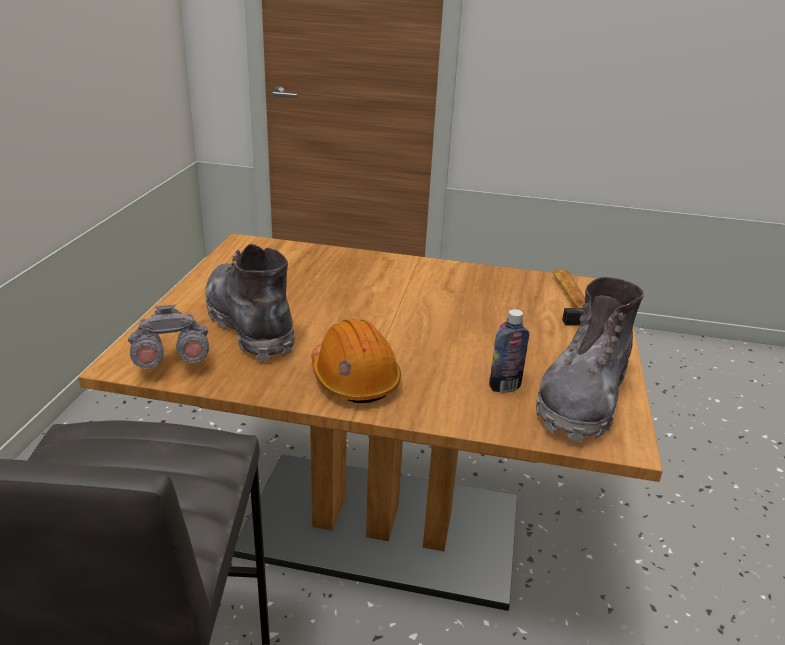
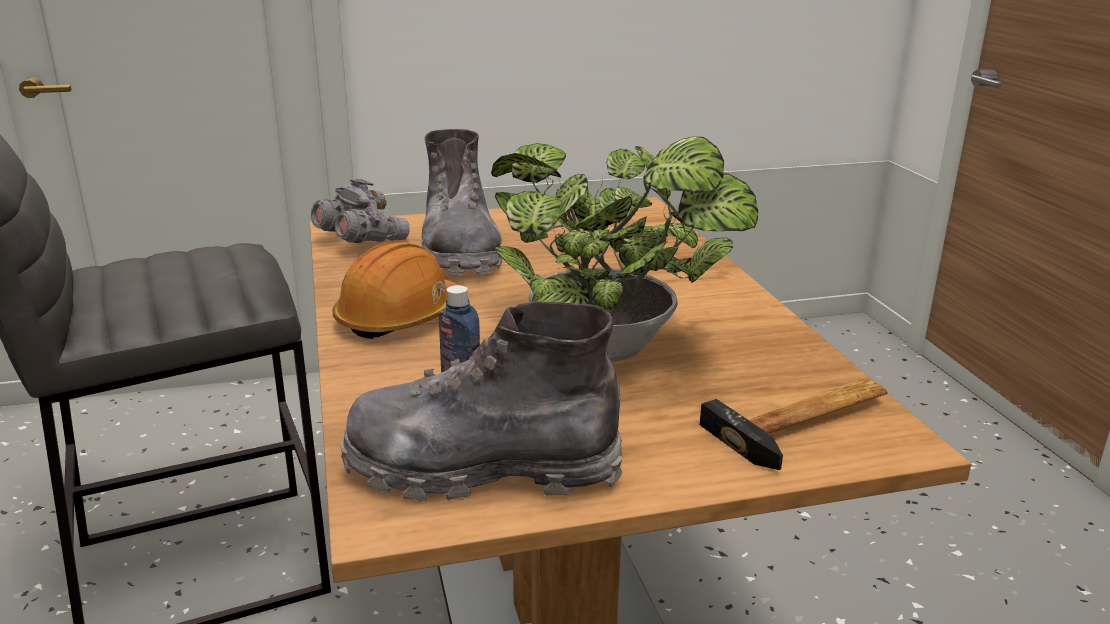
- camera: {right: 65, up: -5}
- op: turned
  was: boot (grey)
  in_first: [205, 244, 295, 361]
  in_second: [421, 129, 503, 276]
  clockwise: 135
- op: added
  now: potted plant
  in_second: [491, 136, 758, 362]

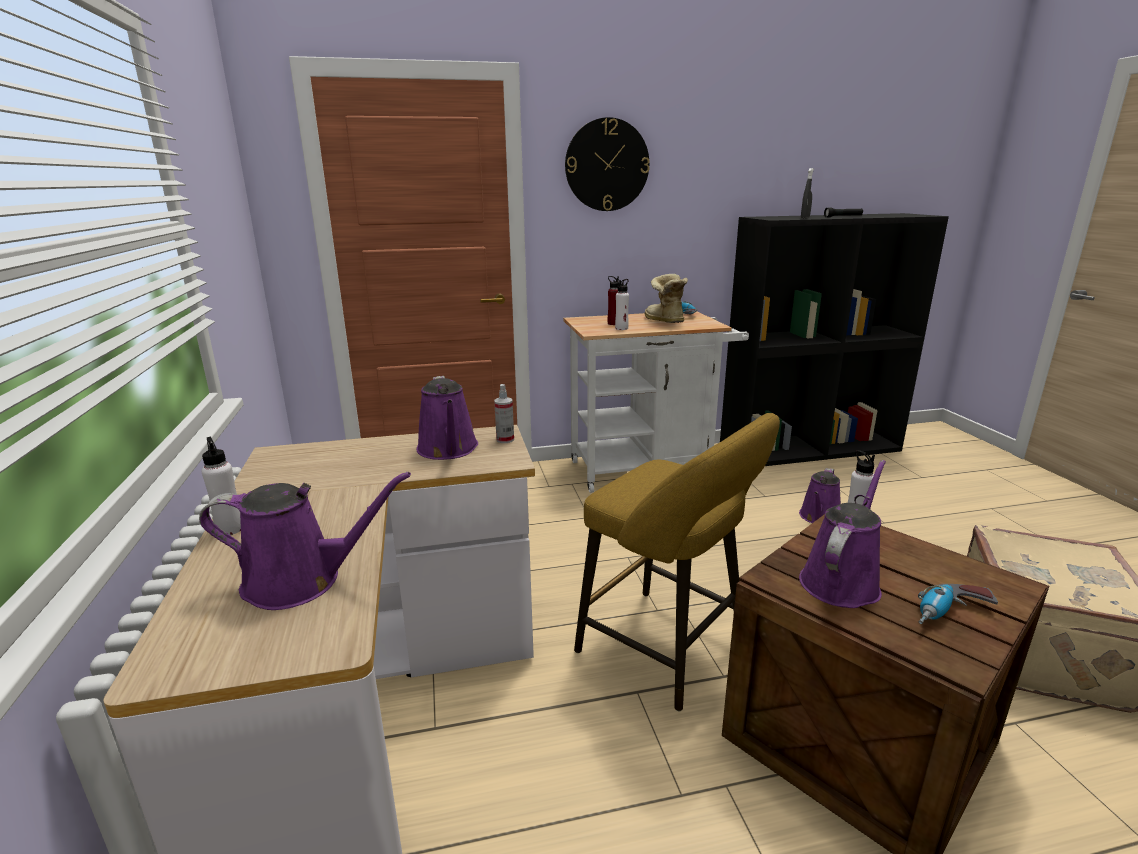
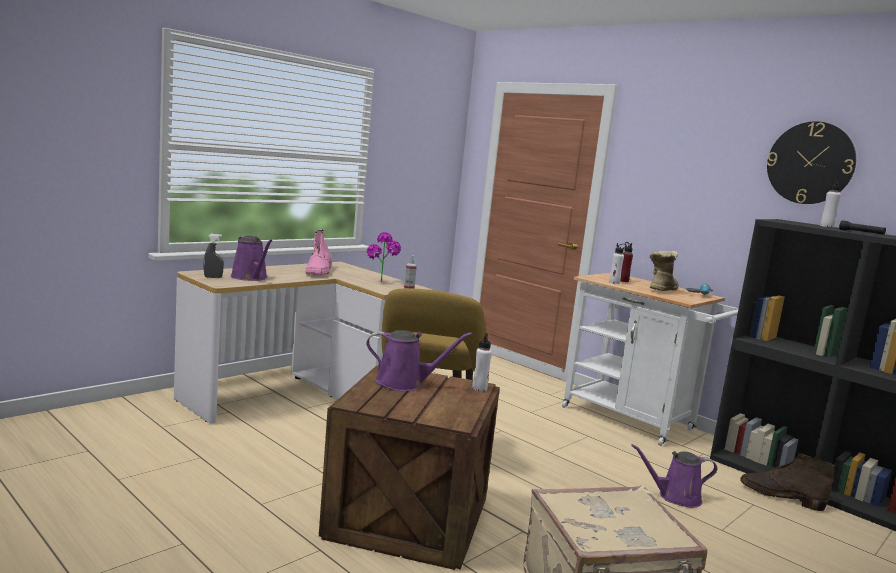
- camera: {right: 55, up: -10}
- op: moved
  was: wall clock
  in_first: [565, 117, 650, 211]
  in_second: [767, 121, 856, 204]
- op: moved
  was: spray bottle (grey)
  in_first: [801, 168, 814, 219]
  in_second: [204, 234, 224, 278]
- op: replaced
  was: watering can (purple)
  now: potted plant
  in_first: [416, 376, 478, 460]
  in_second: [366, 232, 401, 281]
- op: moved
  was: bottle (white)
  in_first: [202, 437, 241, 535]
  in_second: [820, 180, 841, 228]
- op: removed
  was: power drill
  in_first: [918, 584, 998, 624]
- op: added
  now: boot (pink)
  in_second: [306, 229, 332, 275]
- op: added
  now: boot (brown)
  in_second: [740, 453, 835, 511]

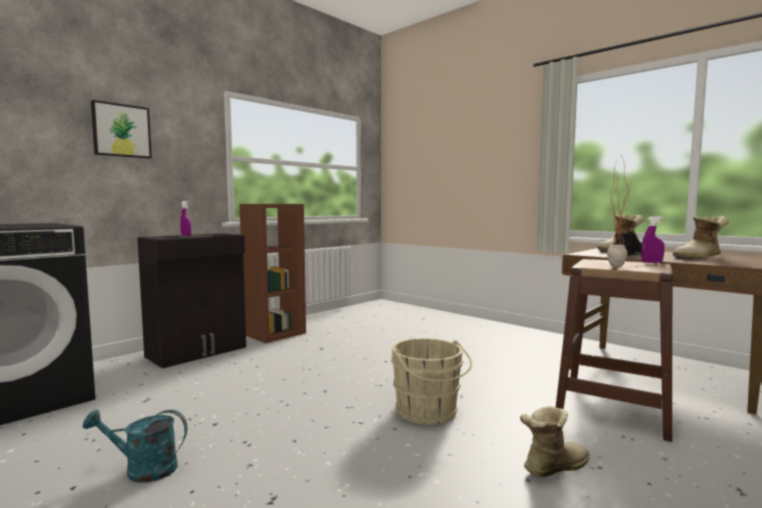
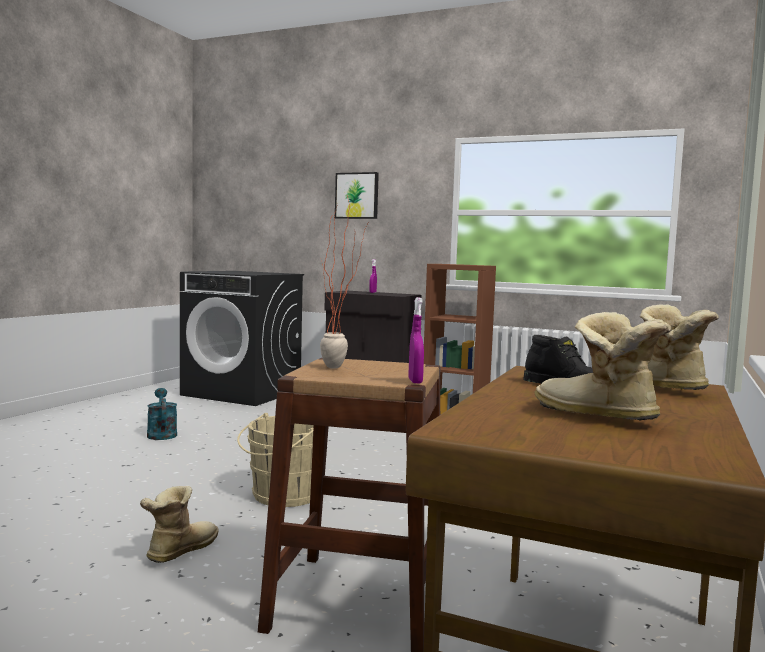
- camera: {right: 70, up: 0}
- op: turned
  was: boot
  in_first: [520, 406, 590, 477]
  in_second: [140, 486, 218, 563]
  clockwise: -105

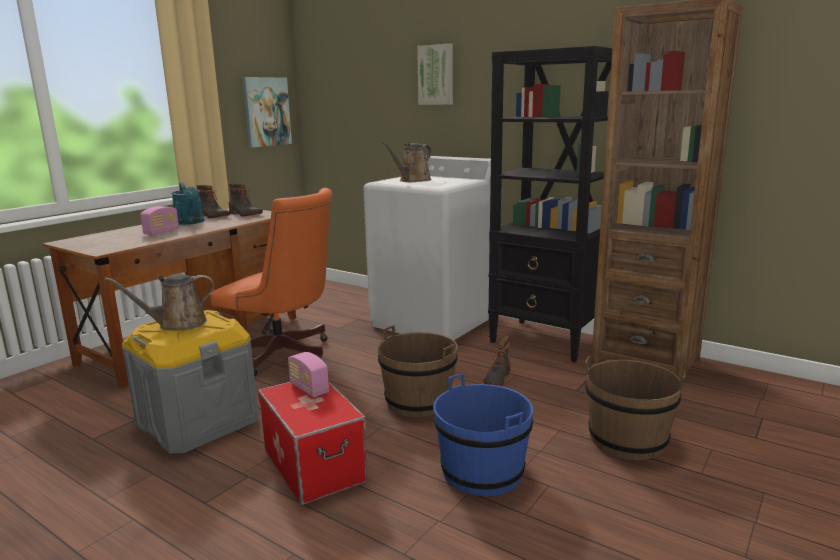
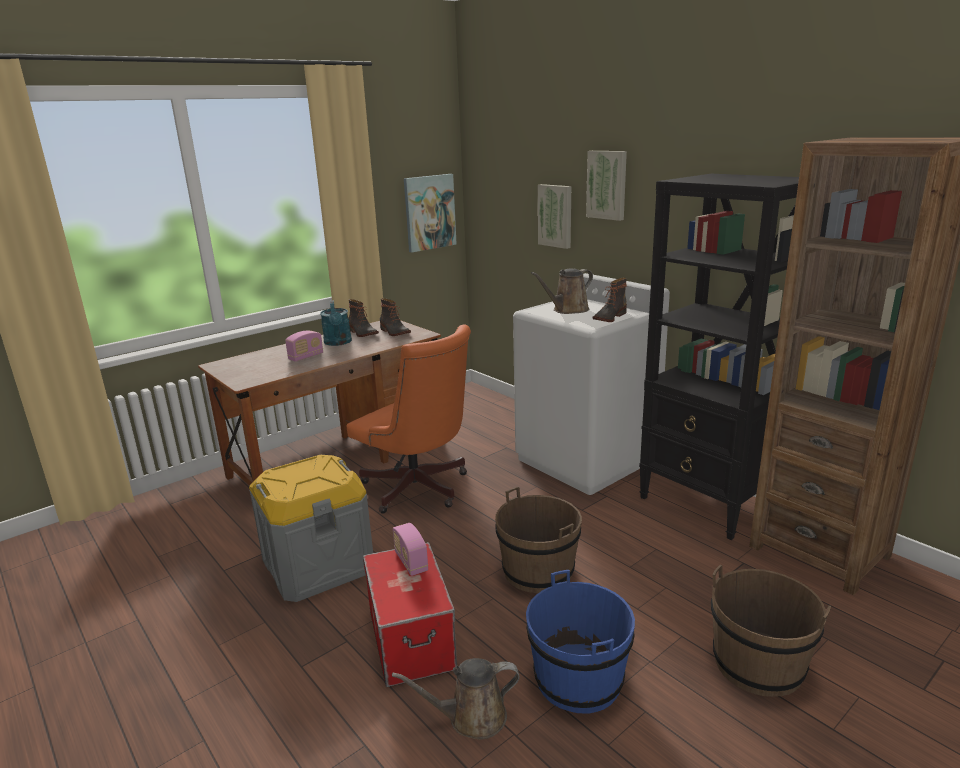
- camera: {right: 15, up: 5}
- op: moved
  was: watering can (brown)
  in_first: [105, 274, 214, 330]
  in_second: [392, 658, 519, 740]
- op: moved
  was: boot
  in_first: [483, 336, 510, 386]
  in_second: [593, 278, 627, 322]
- op: added
  now: picture
  in_second: [538, 184, 571, 249]

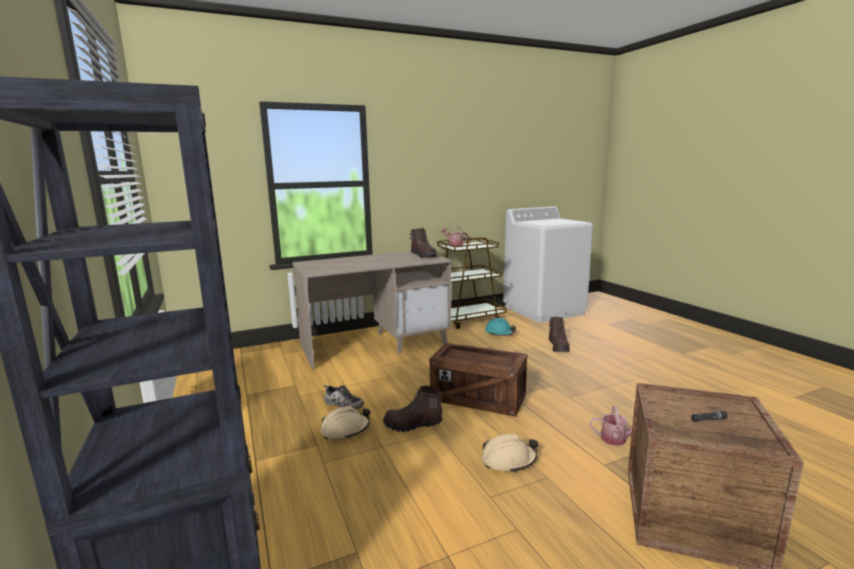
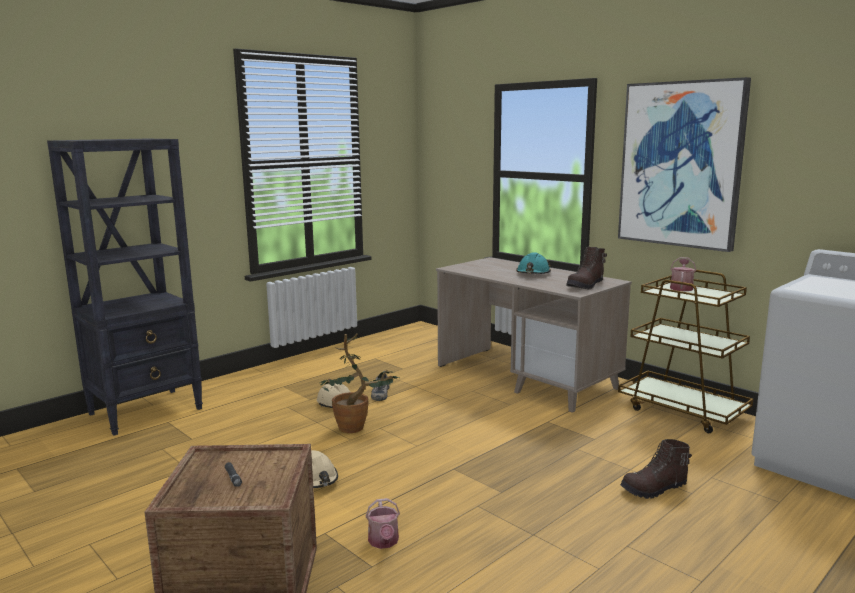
- camera: {right: 70, up: 0}
- op: moved
  was: hard hat (turquoise)
  in_first: [485, 318, 516, 336]
  in_second: [516, 252, 551, 274]
- op: removed
  was: crate
  in_first: [430, 343, 527, 417]
- op: replaced
  was: boot (brown)
  now: potted plant
  in_first: [383, 386, 443, 432]
  in_second: [320, 334, 399, 433]
- op: added
  now: picture
  in_second: [618, 77, 751, 252]

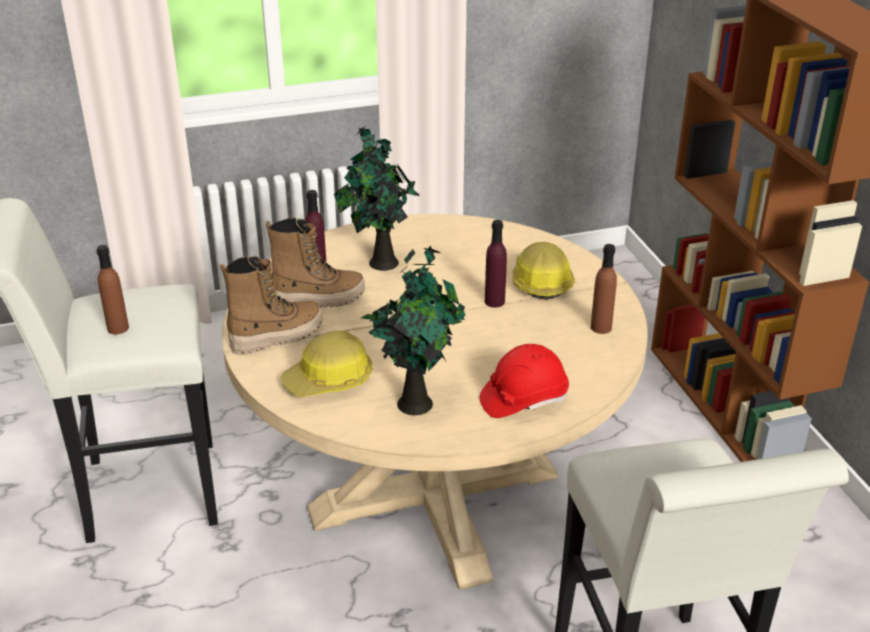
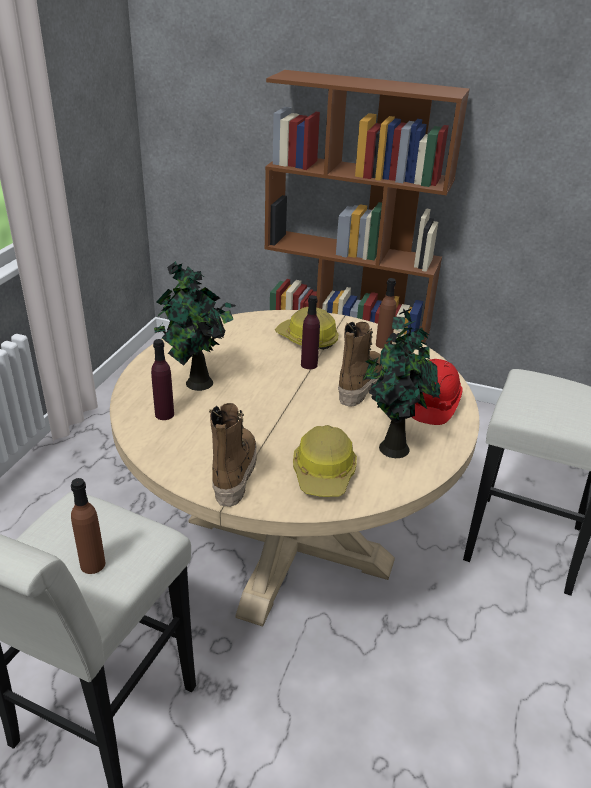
- camera: {right: -55, up: 0}
- op: moved
  was: boot
  in_first: [266, 218, 365, 307]
  in_second: [338, 322, 383, 406]

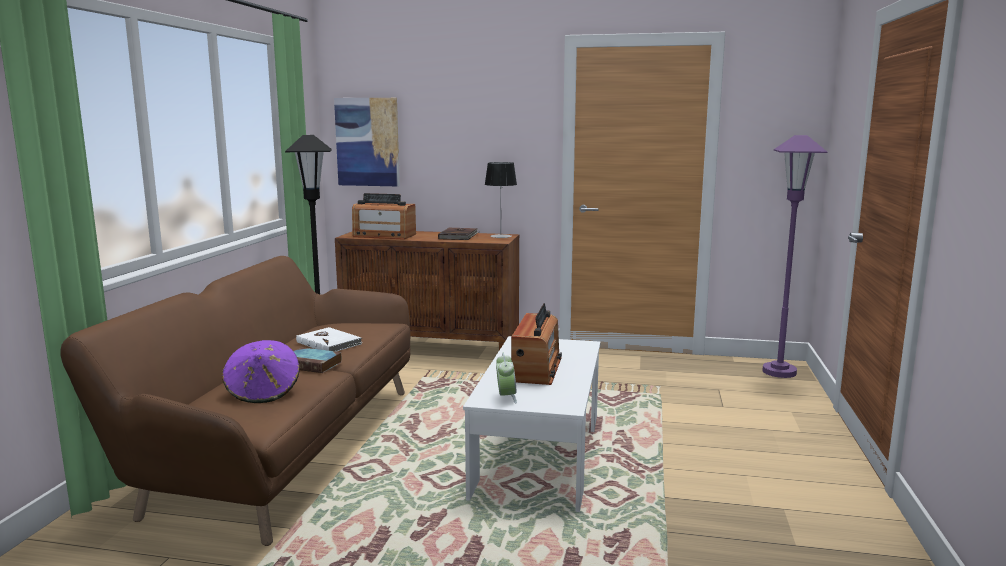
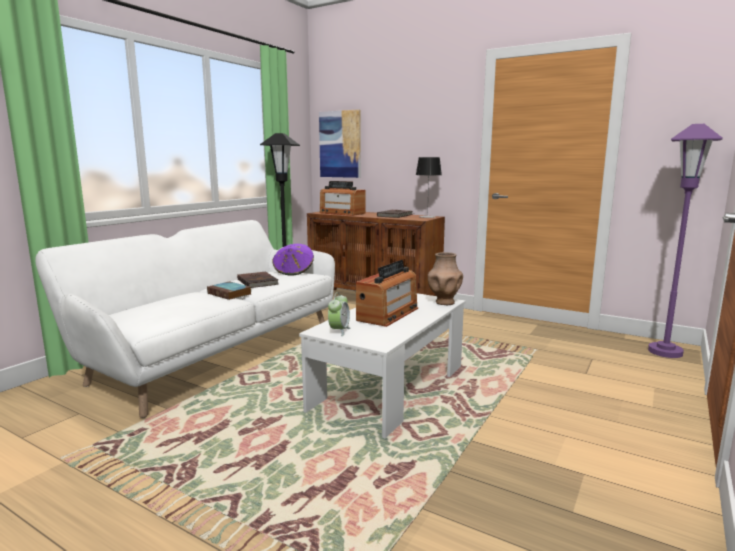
- camera: {right: 20, up: 0}
- op: recoloured
  was: sofa (brown)
  now: sofa (white)
  in_first: [60, 256, 410, 546]
  in_second: [35, 220, 335, 418]
- op: recoloured
  was: book (white)
  now: book (brown)
  in_first: [296, 327, 363, 352]
  in_second: [237, 272, 279, 288]
- op: moved
  was: hat (purple)
  in_first: [222, 340, 300, 403]
  in_second: [273, 244, 314, 276]
- op: added
  now: vase (brown)
  in_second: [428, 252, 463, 305]

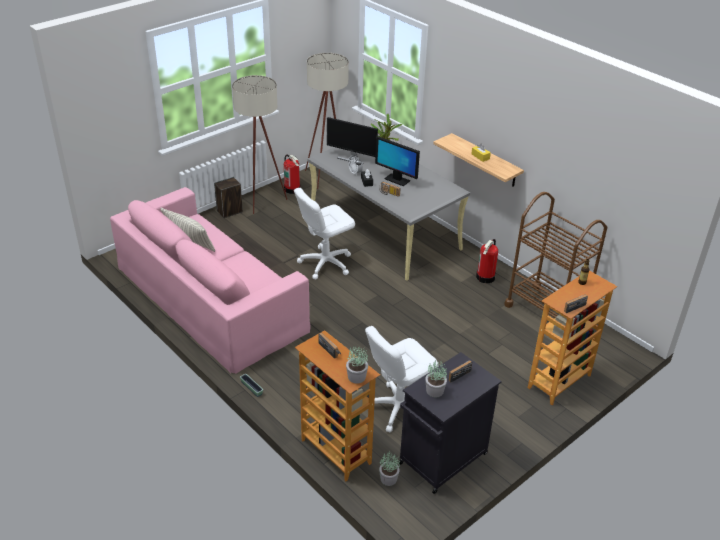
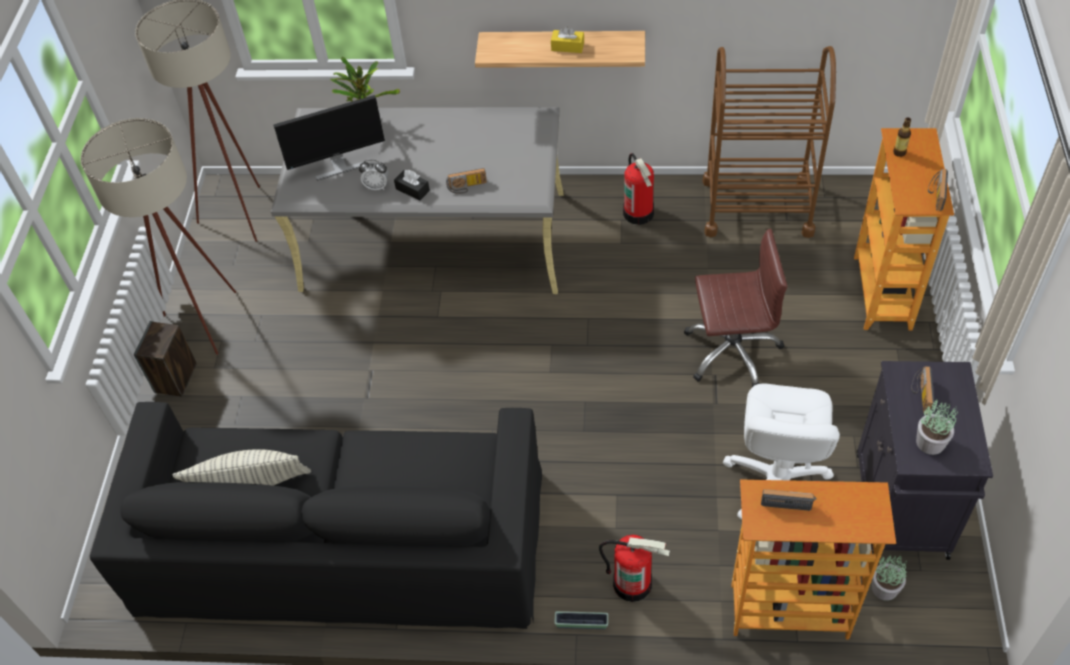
- camera: {right: -40, up: 15}
- op: removed
  was: monitor
  in_first: [375, 137, 420, 186]
- op: moved
  was: fire extinguisher
  in_first: [284, 154, 301, 194]
  in_second: [599, 535, 670, 602]
- op: recoloured
  was: sofa (pink)
  now: sofa (black)
  in_first: [110, 187, 311, 374]
  in_second: [90, 402, 542, 629]
- op: removed
  was: office chair (white)
  in_first: [294, 188, 355, 279]
- op: removed
  was: potted plant
  in_first: [346, 346, 368, 384]
- op: added
  now: office chair (brown)
  in_second: [684, 228, 787, 387]

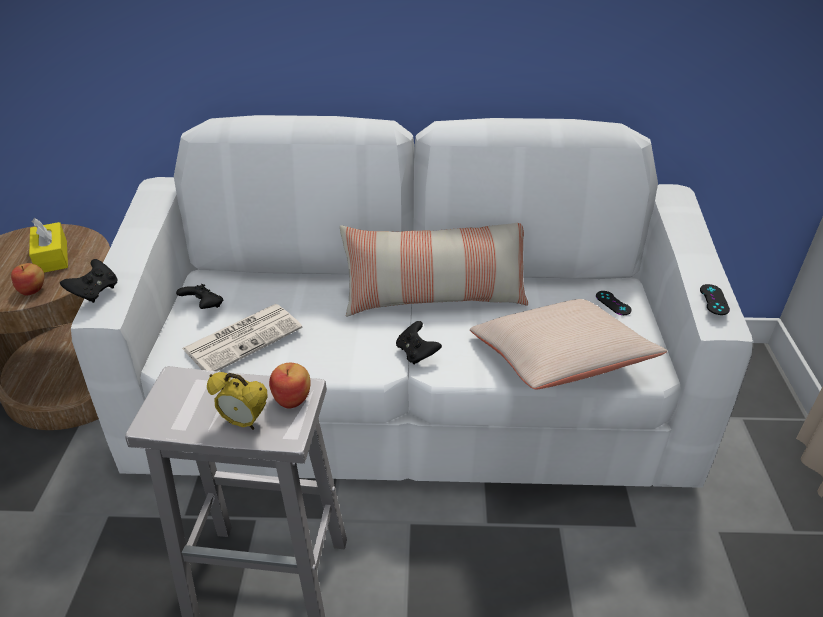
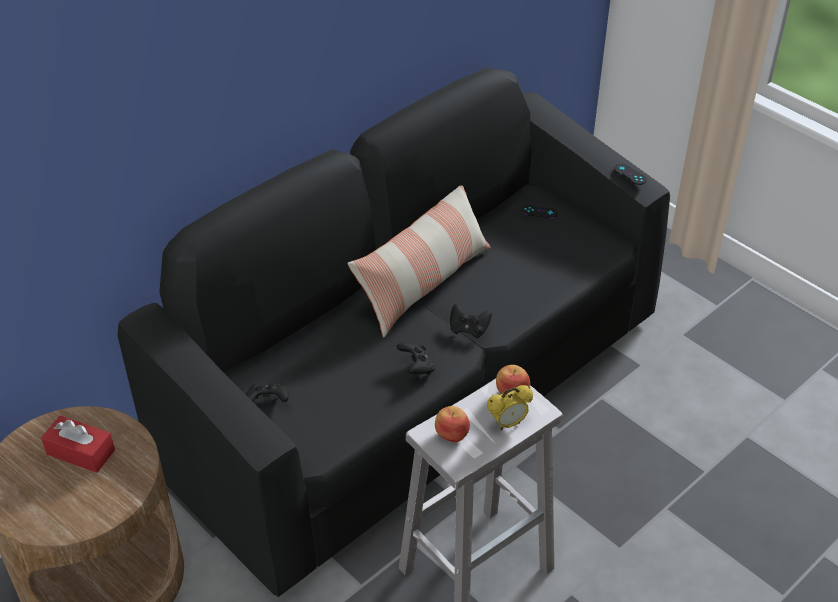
- camera: {right: -45, up: 5}
- op: recoloured
  was: sofa (white)
  now: sofa (black)
  in_first: [71, 115, 753, 488]
  in_second: [118, 68, 670, 597]
- op: recoloured
  was: tissue box (yellow)
  now: tissue box (red)
  in_first: [29, 218, 68, 273]
  in_second: [41, 415, 115, 473]
- op: moved
  was: game controller (black)
  in_first: [60, 259, 117, 303]
  in_second: [397, 343, 435, 374]
- op: moved
  was: apple
  in_first: [11, 263, 45, 295]
  in_second: [435, 406, 470, 442]
- op: removed
  was: pillow (beige)
  in_first: [470, 299, 667, 390]
- op: removed
  was: newspaper
  in_first: [182, 304, 303, 371]

